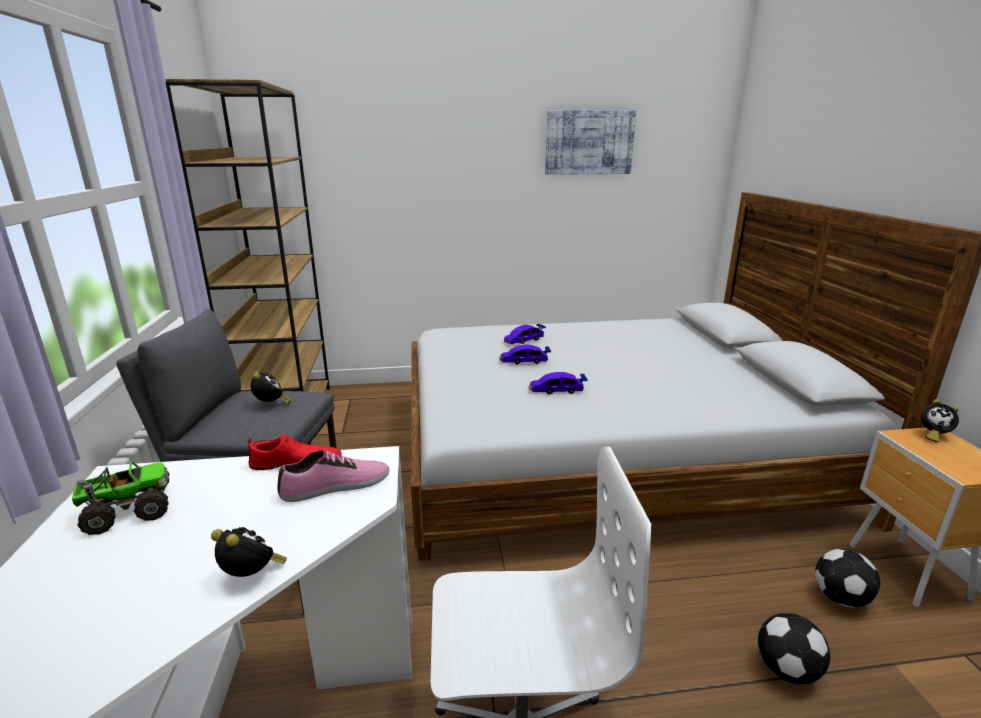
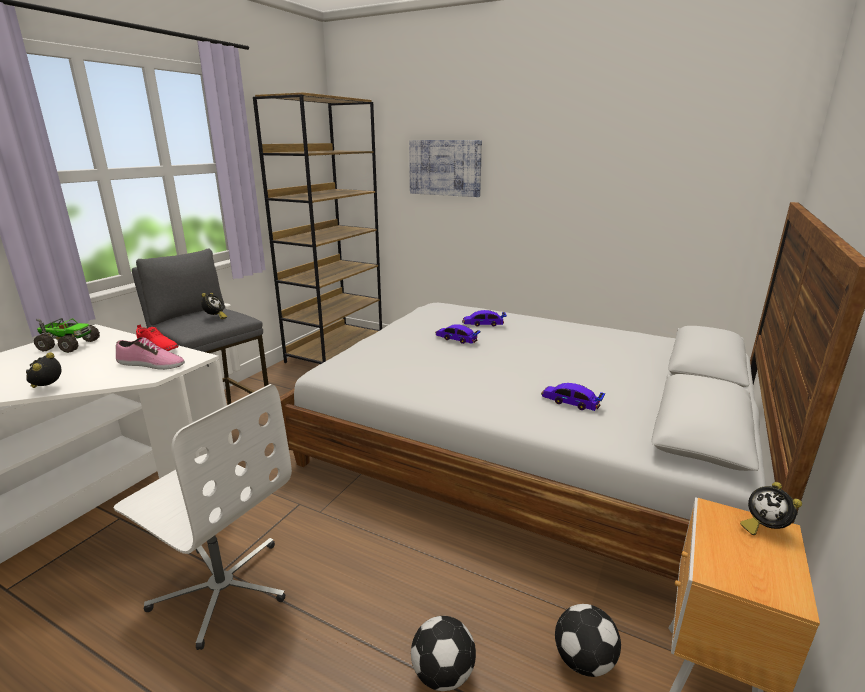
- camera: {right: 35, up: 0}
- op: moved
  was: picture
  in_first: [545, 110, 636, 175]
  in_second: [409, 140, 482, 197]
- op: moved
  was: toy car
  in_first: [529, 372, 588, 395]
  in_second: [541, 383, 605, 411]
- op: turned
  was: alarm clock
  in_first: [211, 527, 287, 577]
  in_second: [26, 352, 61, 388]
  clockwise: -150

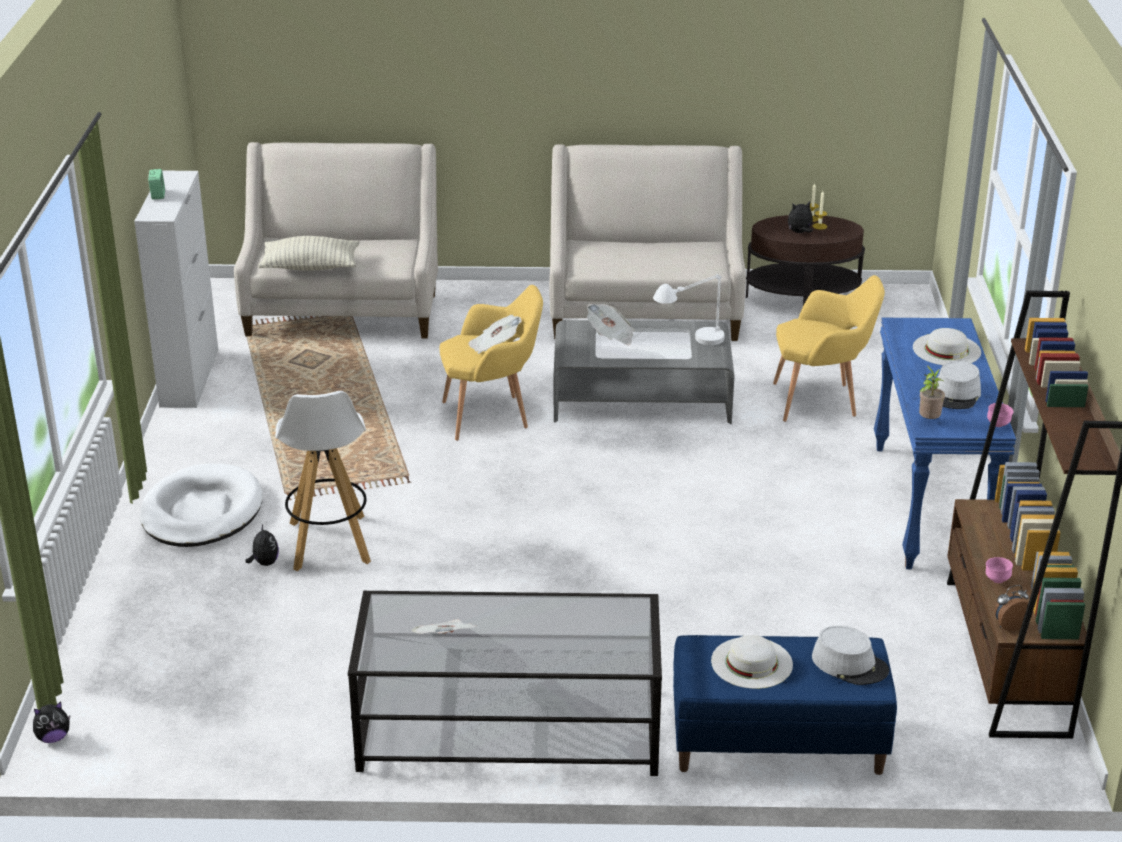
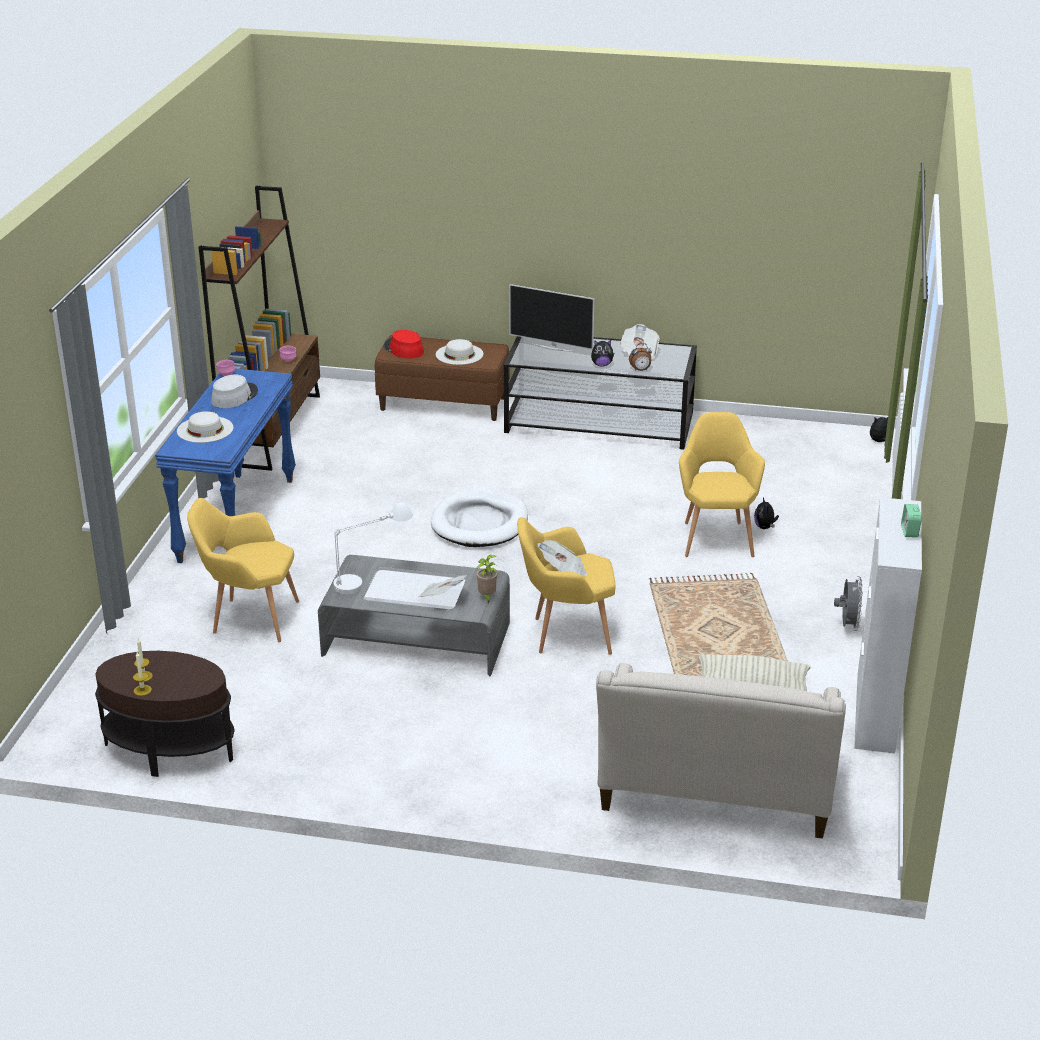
- camera: {right: -170, up: 0}
- op: removed
  was: sofa (beige)
  in_first: [549, 144, 746, 341]
- op: moved
  was: plush toy
  in_first: [788, 202, 813, 233]
  in_second: [591, 340, 614, 367]
- op: moved
  was: potted plant
  in_first: [919, 365, 945, 419]
  in_second: [476, 555, 498, 604]
- op: replaced
  was: stool (white)
  now: armchair (yellow)
  in_first: [276, 391, 371, 571]
  in_second: [679, 412, 765, 557]
- op: moved
  was: dog bed (white)
  in_first: [140, 463, 263, 547]
  in_second: [431, 490, 528, 547]
- op: moved
  was: alarm clock
  in_first: [994, 585, 1033, 632]
  in_second: [629, 343, 652, 371]
- op: recoloured
  was: hat (grey)
  now: hat (red)
  in_first: [812, 626, 889, 685]
  in_second: [384, 330, 424, 359]
- op: recoloured
  was: bench (blue)
  now: bench (brown)
  in_first: [673, 635, 897, 775]
  in_second: [375, 335, 509, 421]
- op: added
  now: television
  in_second: [509, 284, 594, 352]
- op: added
  now: fan (grey)
  in_second: [834, 576, 863, 631]

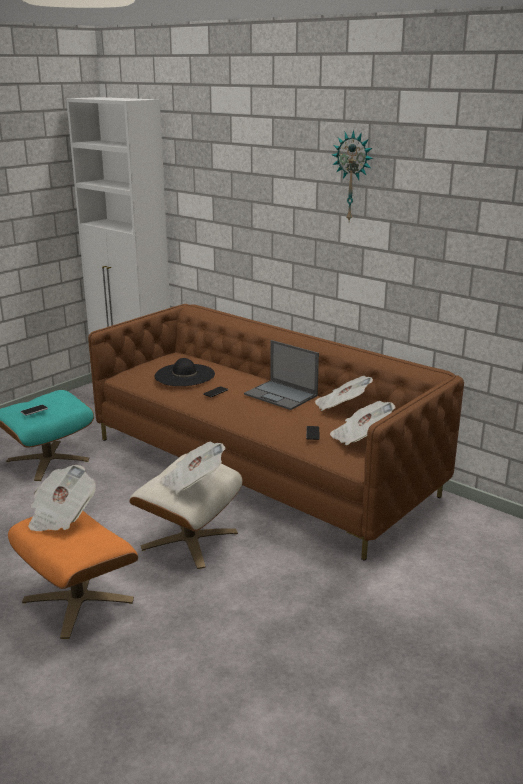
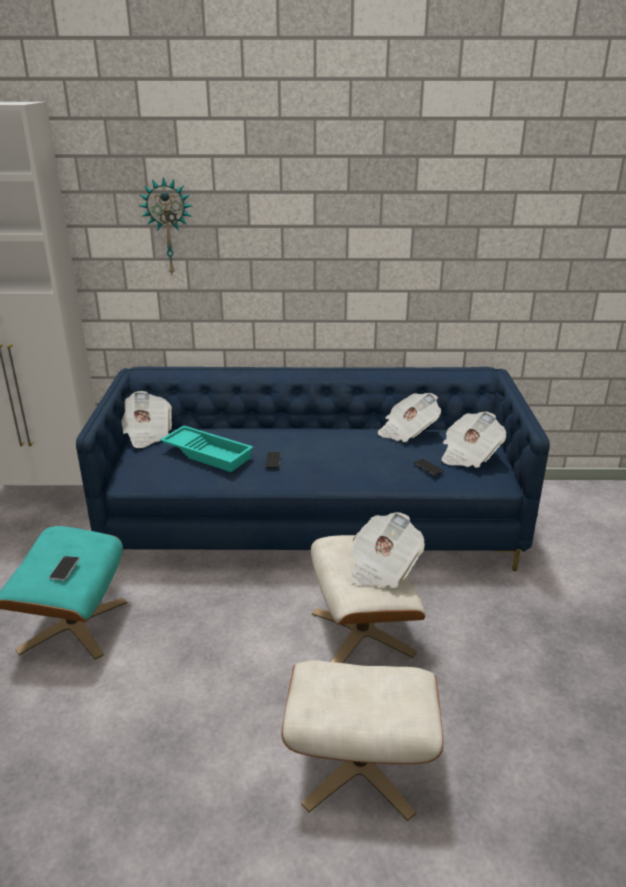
- camera: {right: -40, up: 5}
- op: moved
  was: wall clock
  in_first: [332, 130, 373, 221]
  in_second: [139, 177, 193, 277]
- op: recoloured
  was: sofa (brown)
  now: sofa (blue)
  in_first: [88, 304, 464, 561]
  in_second: [76, 367, 550, 571]
- op: removed
  was: laptop
  in_first: [244, 340, 319, 410]
- op: replaced
  was: hat (black)
  now: tray (turquoise)
  in_first: [155, 358, 215, 386]
  in_second: [160, 426, 253, 472]
- op: moved
  was: newspaper
  in_first: [28, 465, 96, 531]
  in_second: [121, 391, 172, 448]
- op: recoloured
  was: ottoman (orange)
  now: ottoman (beige)
  in_first: [8, 511, 138, 639]
  in_second: [282, 660, 443, 821]

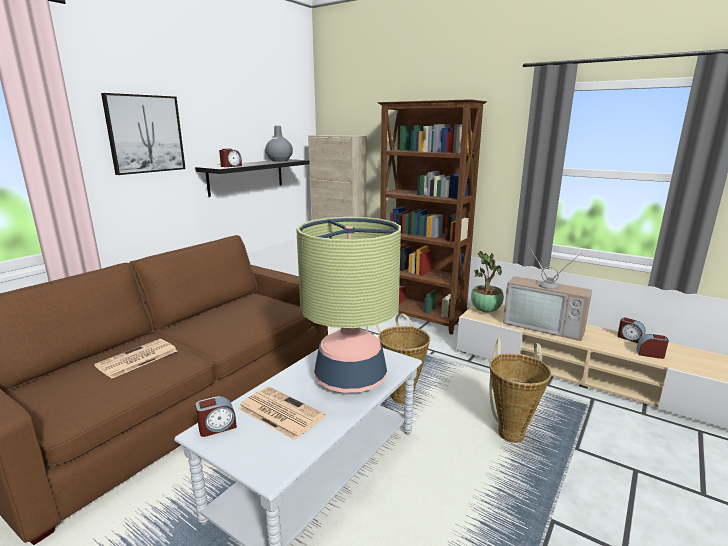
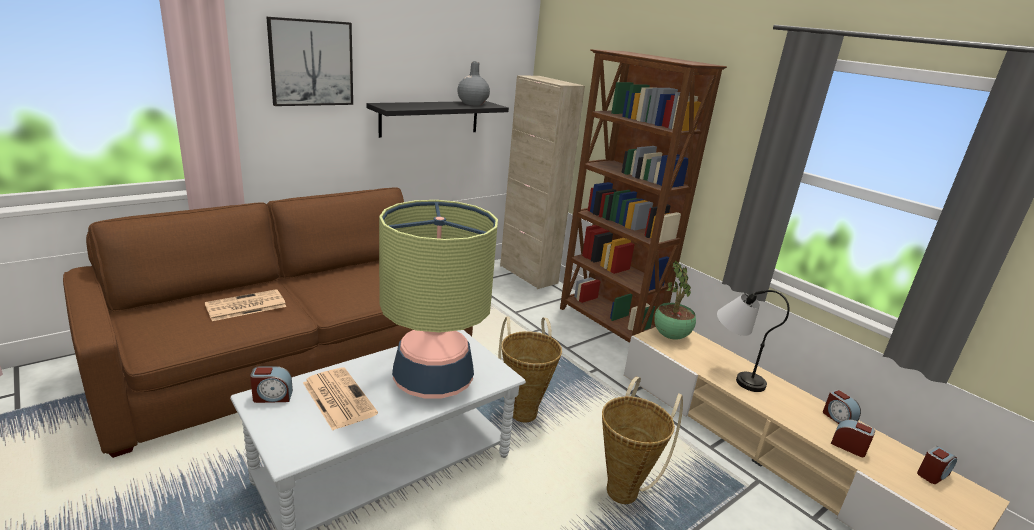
- camera: {right: 15, up: 5}
- op: moved
  was: alarm clock
  in_first: [219, 148, 242, 167]
  in_second: [917, 446, 957, 484]
- op: replaced
  was: television
  now: table lamp
  in_first: [503, 247, 592, 341]
  in_second: [717, 290, 790, 392]

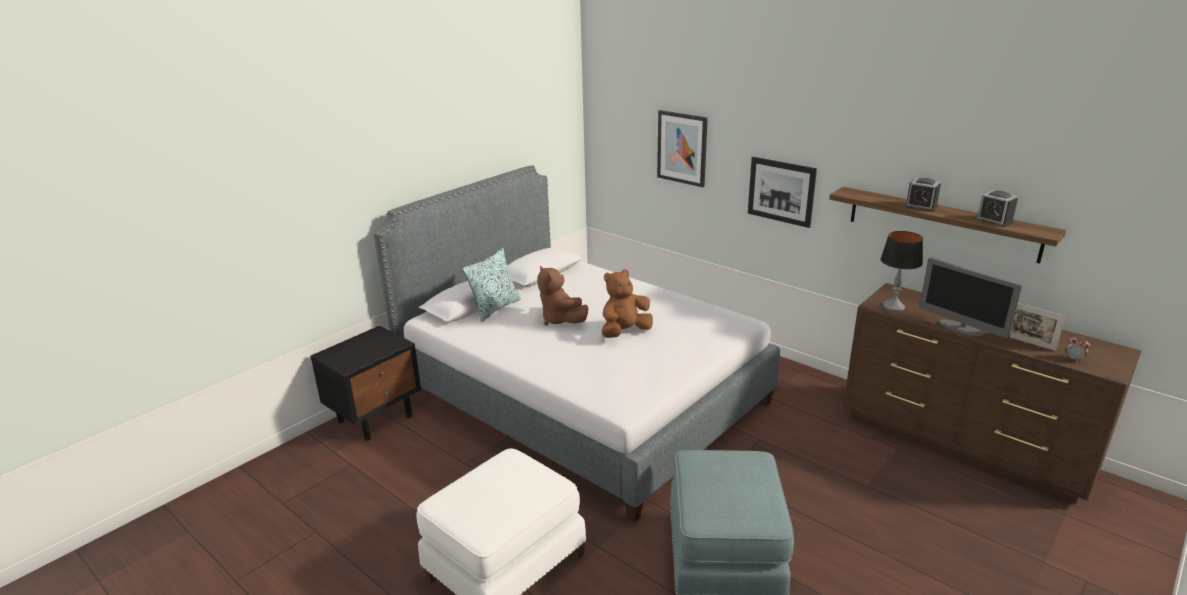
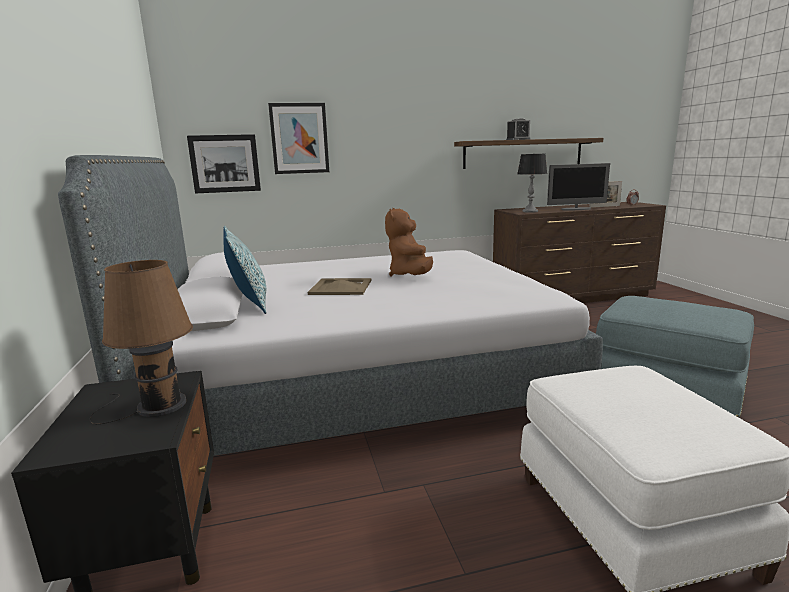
- camera: {right: -55, up: -10}
- op: moved
  was: picture
  in_first: [748, 157, 817, 228]
  in_second: [187, 134, 261, 193]
- op: removed
  was: alarm clock
  in_first: [975, 190, 1018, 227]
- op: replaced
  was: plush toy (brown)
  now: tray (beige)
  in_first: [537, 265, 588, 325]
  in_second: [308, 278, 372, 295]
- op: added
  now: table lamp (brown)
  in_second: [90, 260, 193, 424]

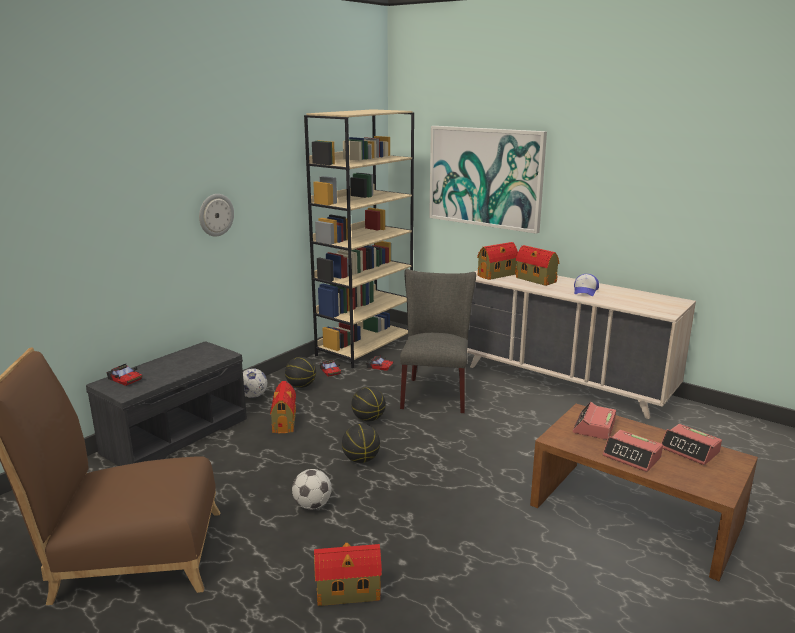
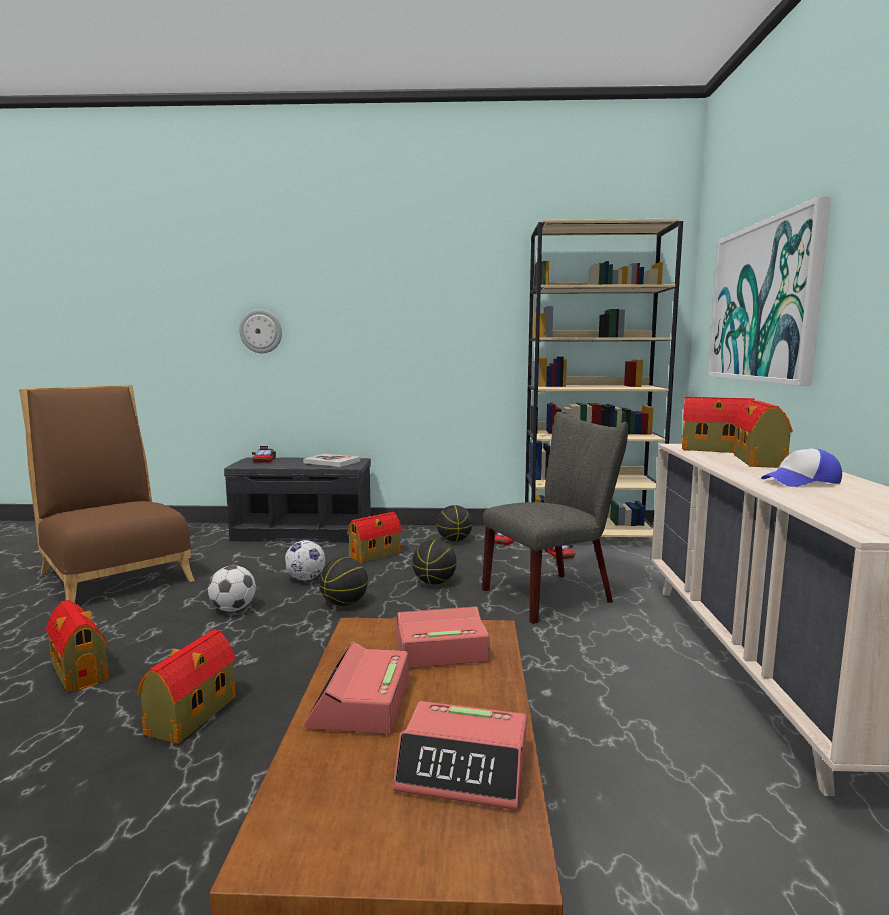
- camera: {right: 55, up: -10}
- op: moved
  was: wall clock
  in_first: [199, 194, 234, 237]
  in_second: [239, 309, 282, 353]
- op: moved
  was: football
  in_first: [243, 368, 267, 398]
  in_second: [284, 540, 325, 581]
- op: turned
  was: alarm clock
  in_first: [661, 424, 722, 465]
  in_second: [393, 701, 527, 810]
  clockwise: -90
- op: added
  now: book
  in_second: [303, 454, 360, 467]
- op: added
  now: toy house
  in_second: [137, 629, 236, 744]

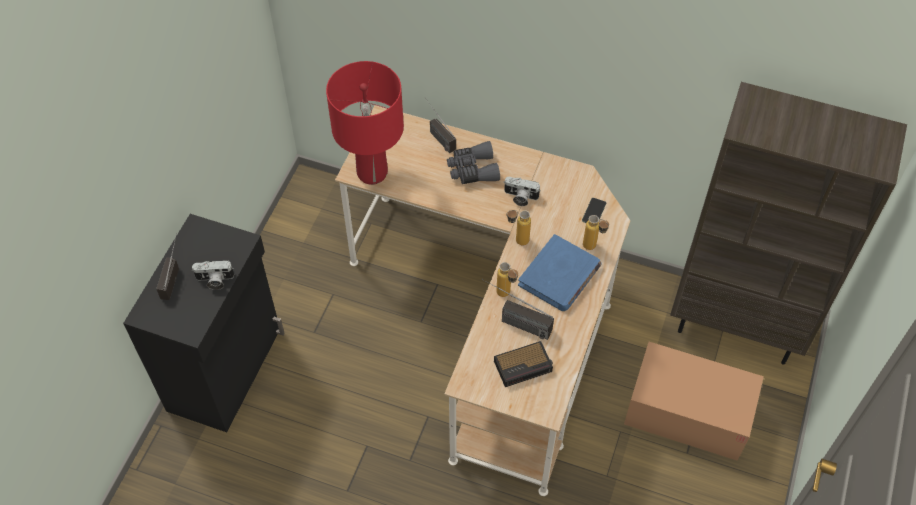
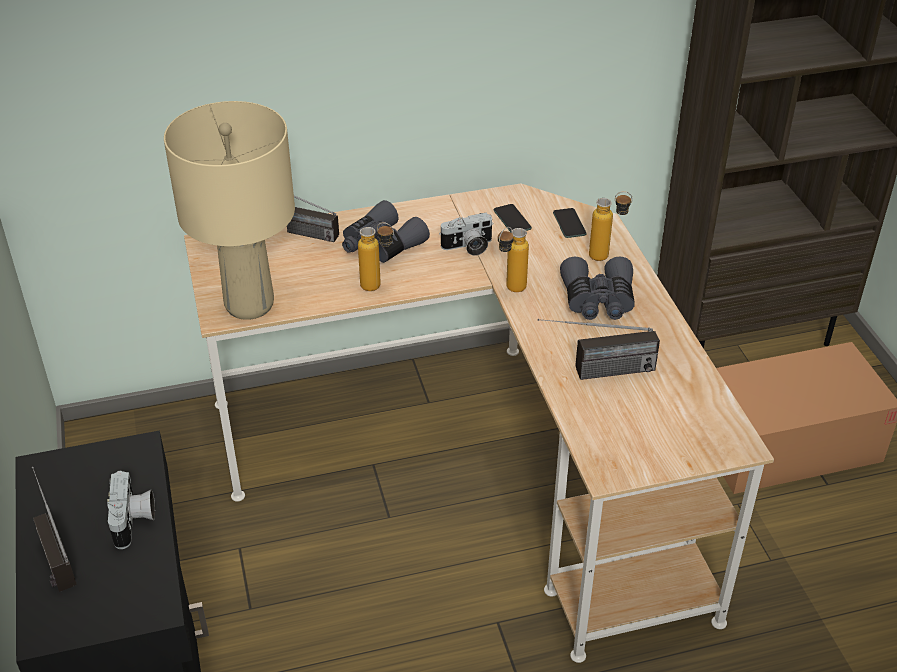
- camera: {right: -35, up: -15}
- op: recoloured
  was: table lamp (red)
  now: table lamp (beige)
  in_first: [326, 61, 404, 185]
  in_second: [164, 101, 295, 320]
- op: replaced
  was: book (blue)
  now: binoculars (grey)
  in_first: [518, 234, 601, 311]
  in_second: [560, 257, 634, 320]
- op: turned
  was: photo camera
  in_first: [192, 260, 234, 290]
  in_second: [107, 471, 155, 549]
  clockwise: -60
- op: moved
  was: bottle
  in_first: [496, 262, 518, 297]
  in_second: [358, 222, 394, 291]
- op: removed
  was: alarm clock
  in_first: [494, 341, 553, 387]
- op: added
  now: phone
  in_second: [493, 204, 532, 232]

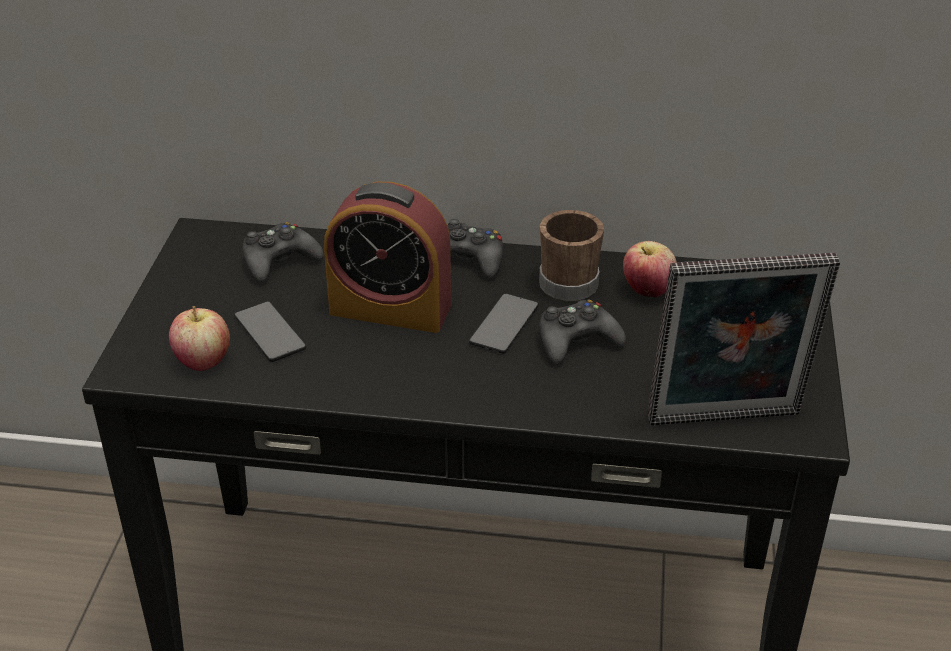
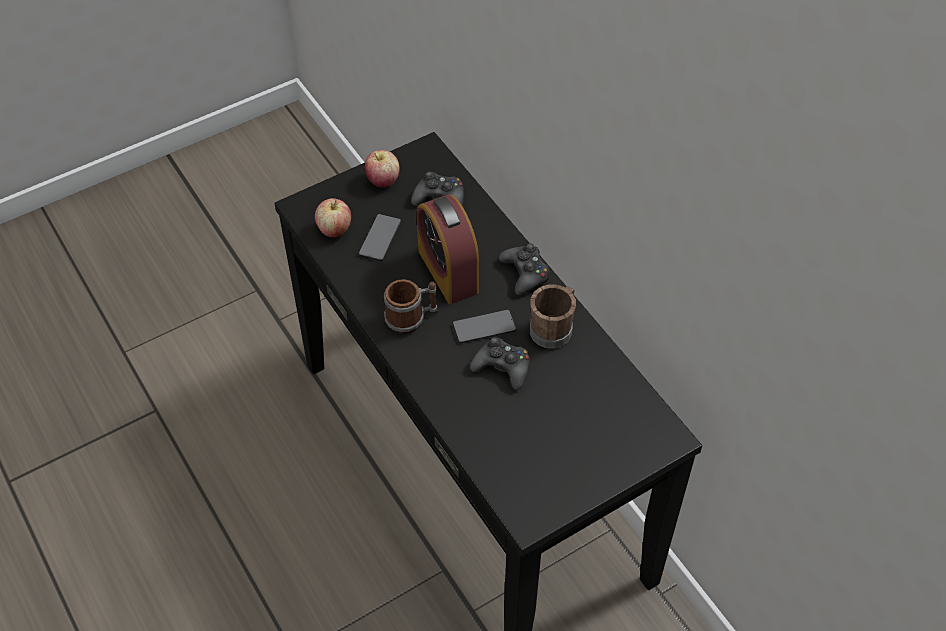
- camera: {right: 50, up: 15}
- op: moved
  was: apple
  in_first: [623, 241, 677, 297]
  in_second: [365, 150, 399, 187]
- op: removed
  was: picture frame
  in_first: [648, 253, 840, 426]
- op: added
  now: mug
  in_second: [384, 279, 439, 334]

